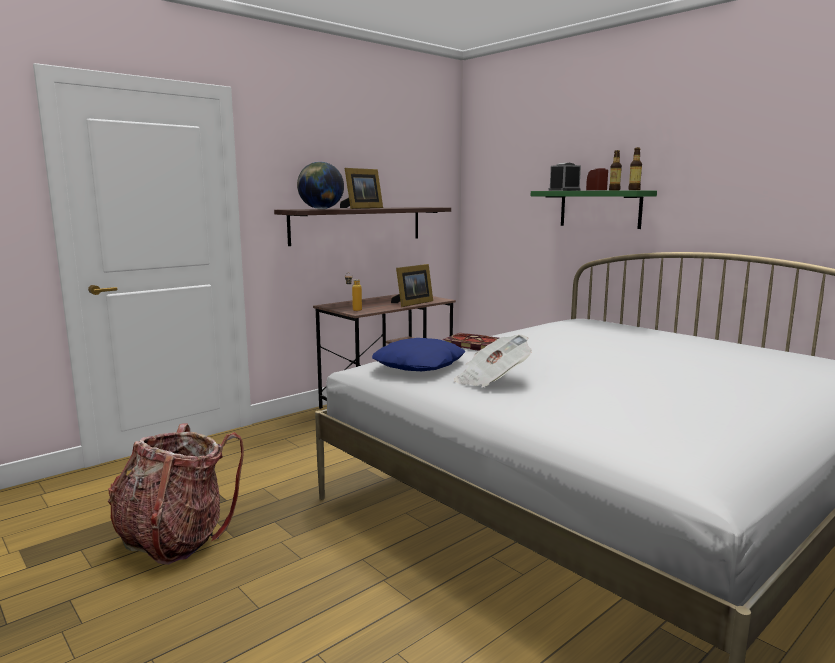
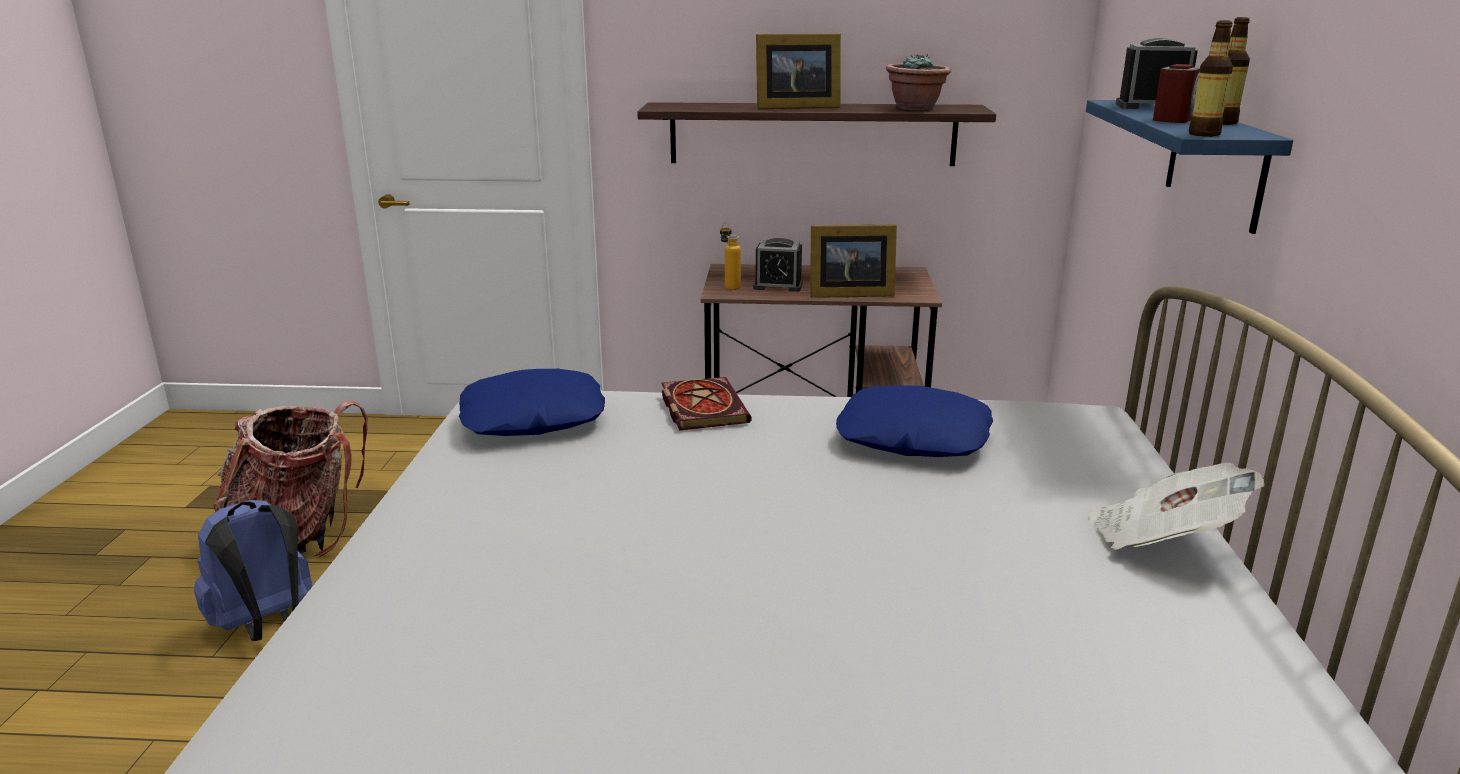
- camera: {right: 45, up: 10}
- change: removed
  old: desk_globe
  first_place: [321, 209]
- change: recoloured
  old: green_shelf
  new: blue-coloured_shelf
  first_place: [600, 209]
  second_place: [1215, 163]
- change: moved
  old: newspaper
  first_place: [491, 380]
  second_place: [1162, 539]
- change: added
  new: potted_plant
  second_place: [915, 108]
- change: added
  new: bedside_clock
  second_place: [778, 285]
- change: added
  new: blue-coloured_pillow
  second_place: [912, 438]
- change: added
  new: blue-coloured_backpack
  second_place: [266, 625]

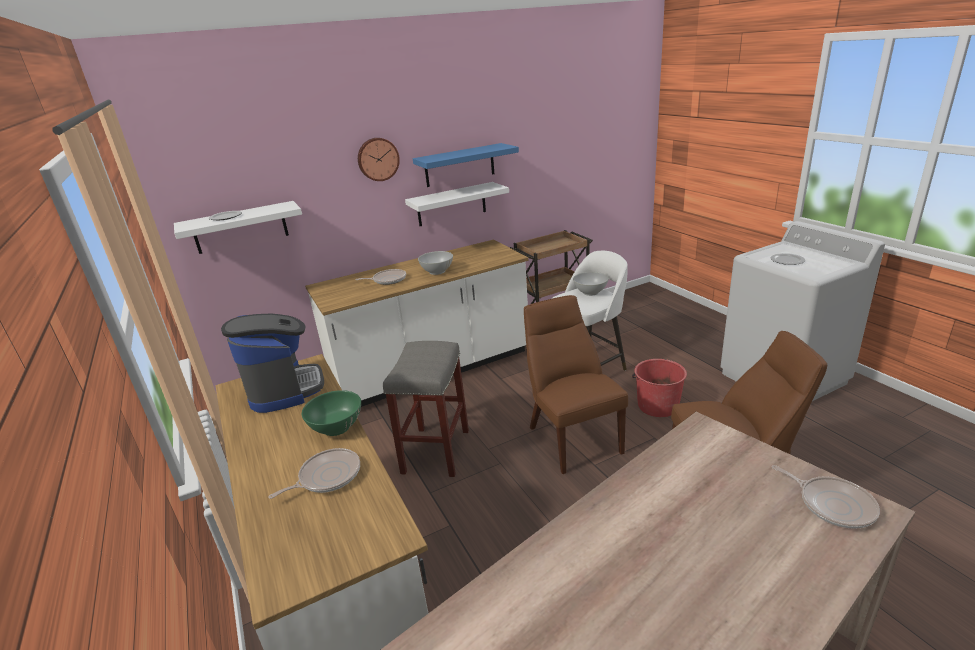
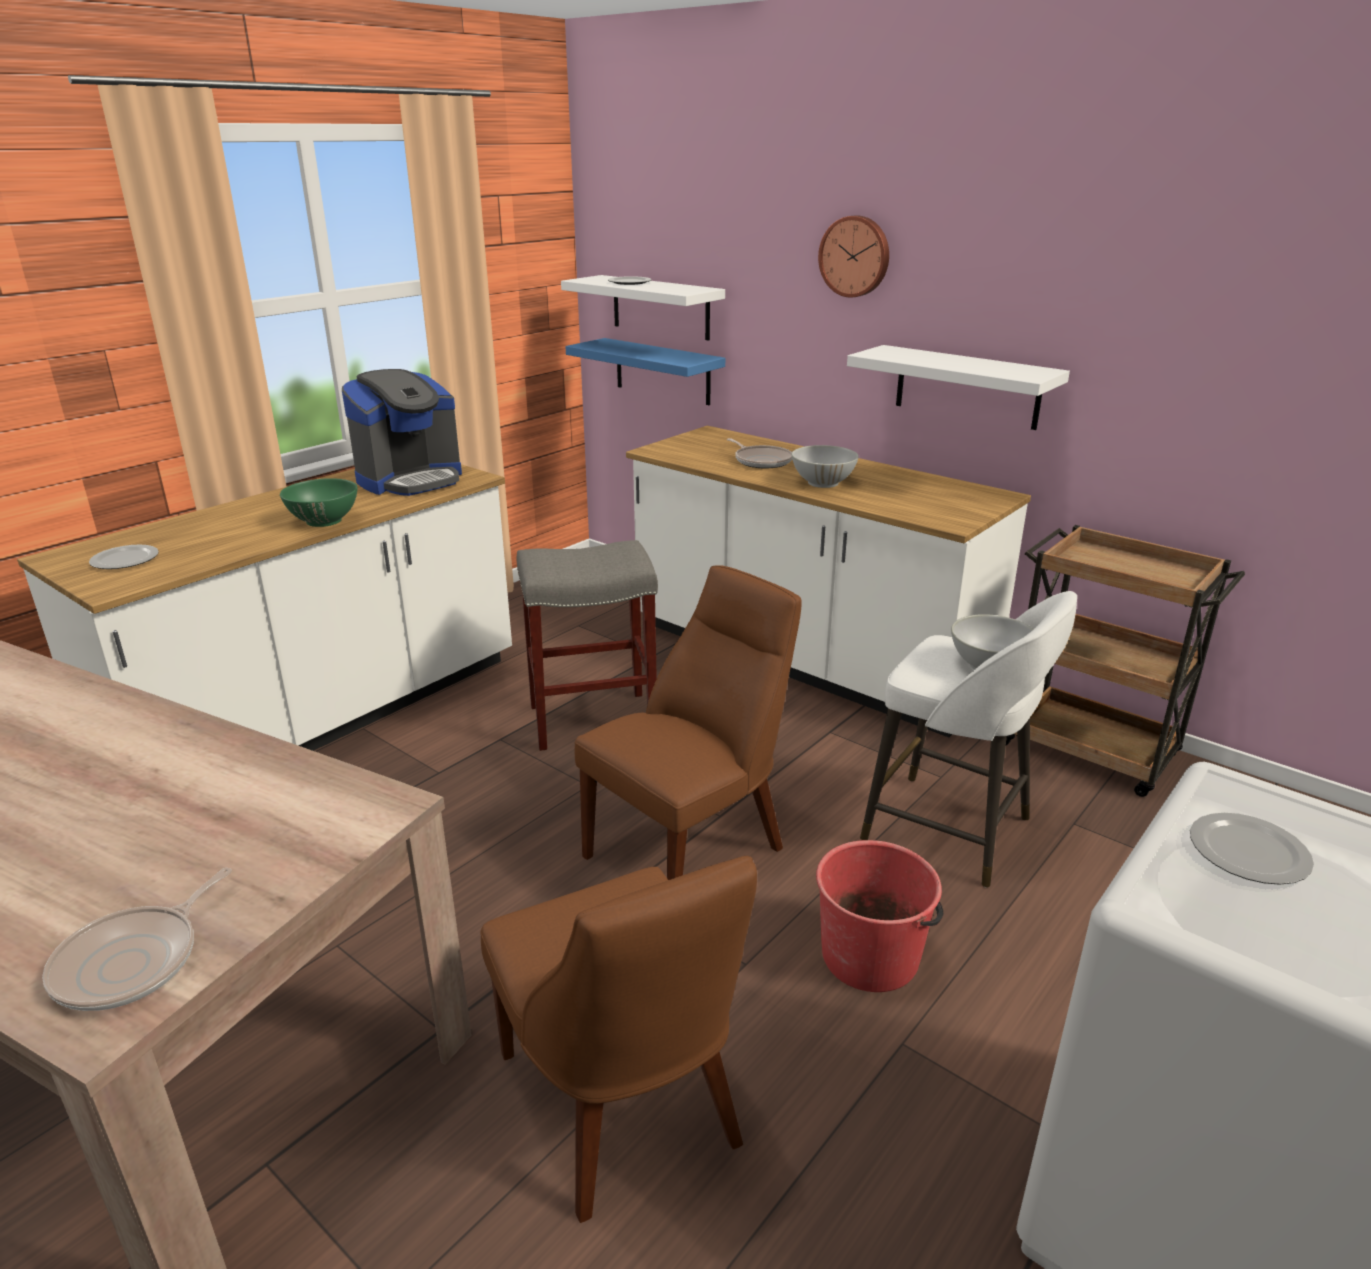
- camera: {right: 65, up: 0}
- change: moved
  old: blue-coloured_shelf
  first_place: [459, 165]
  second_place: [662, 371]
- change: removed
  old: frying_pan
  first_place: [327, 476]
- change: added
  new: plate
  second_place: [126, 559]

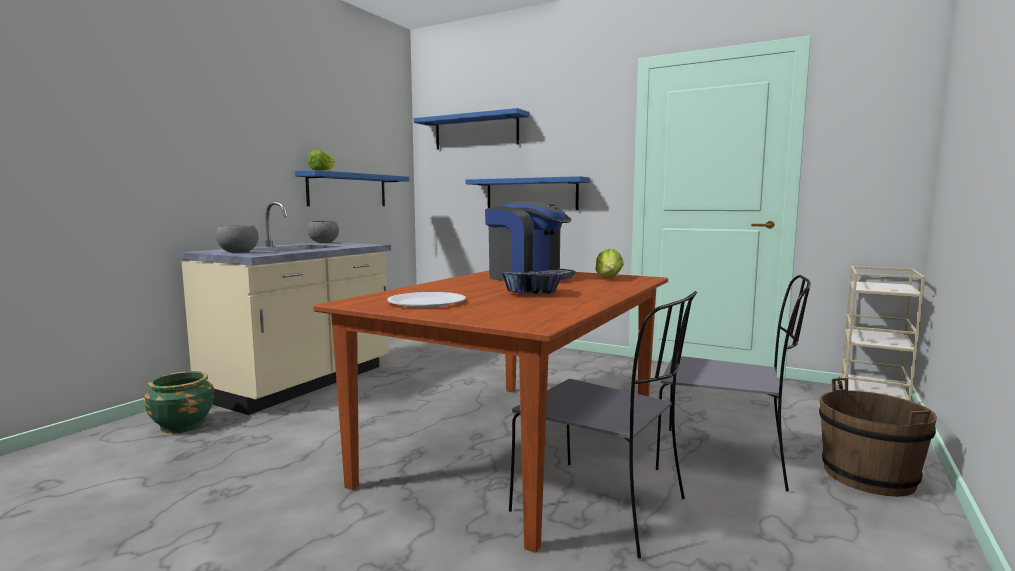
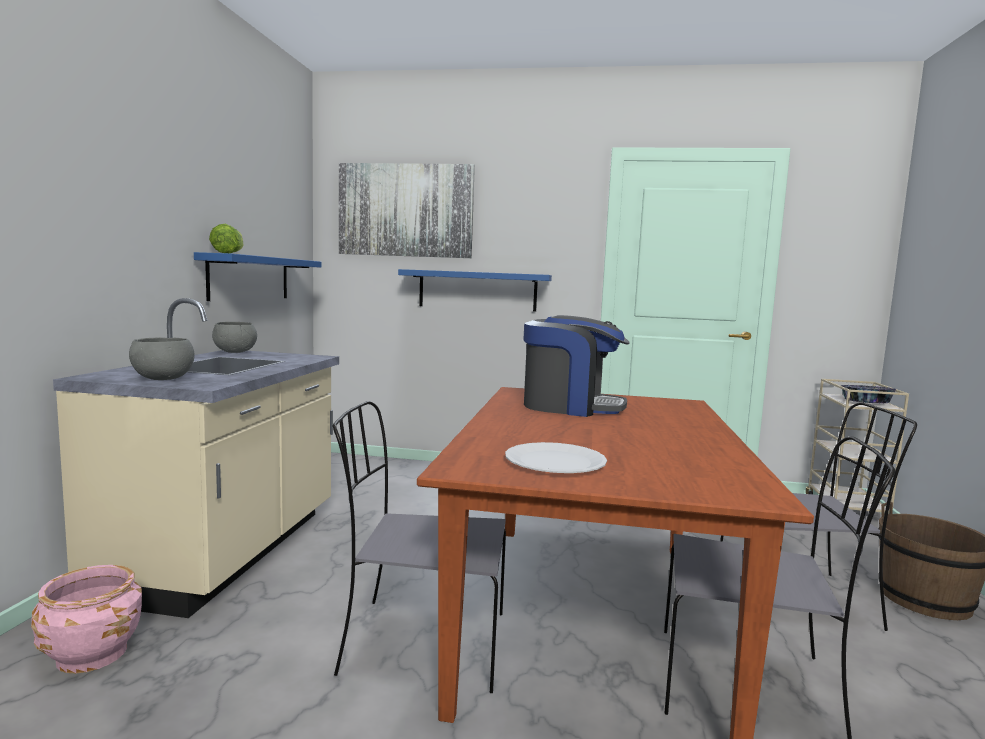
- camera: {right: -20, up: 0}
- change: replaced
  old: blue-coloured_shelf
  new: wall_picture
  first_place: [476, 132]
  second_place: [405, 210]
- change: removed
  old: lettuce_head
  first_place: [609, 278]
- change: moved
  old: bowl
  first_place: [532, 293]
  second_place: [865, 402]
- change: recoloured
  old: green_flower_pot
  new: pink-coloured_flower_pot
  first_place: [182, 425]
  second_place: [92, 654]
- change: added
  new: grey_chair
  second_place: [420, 643]

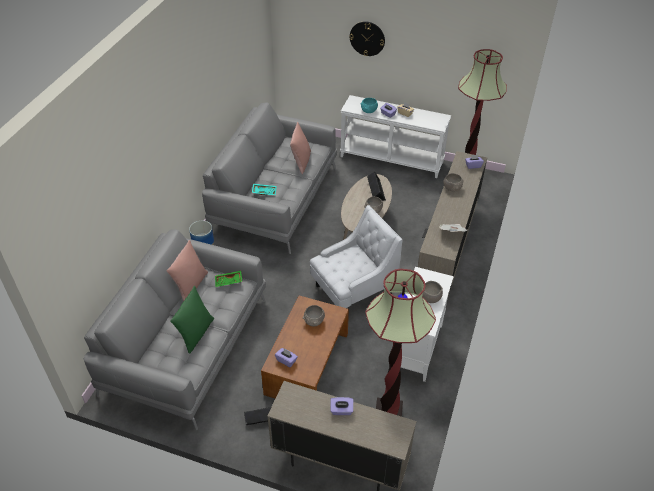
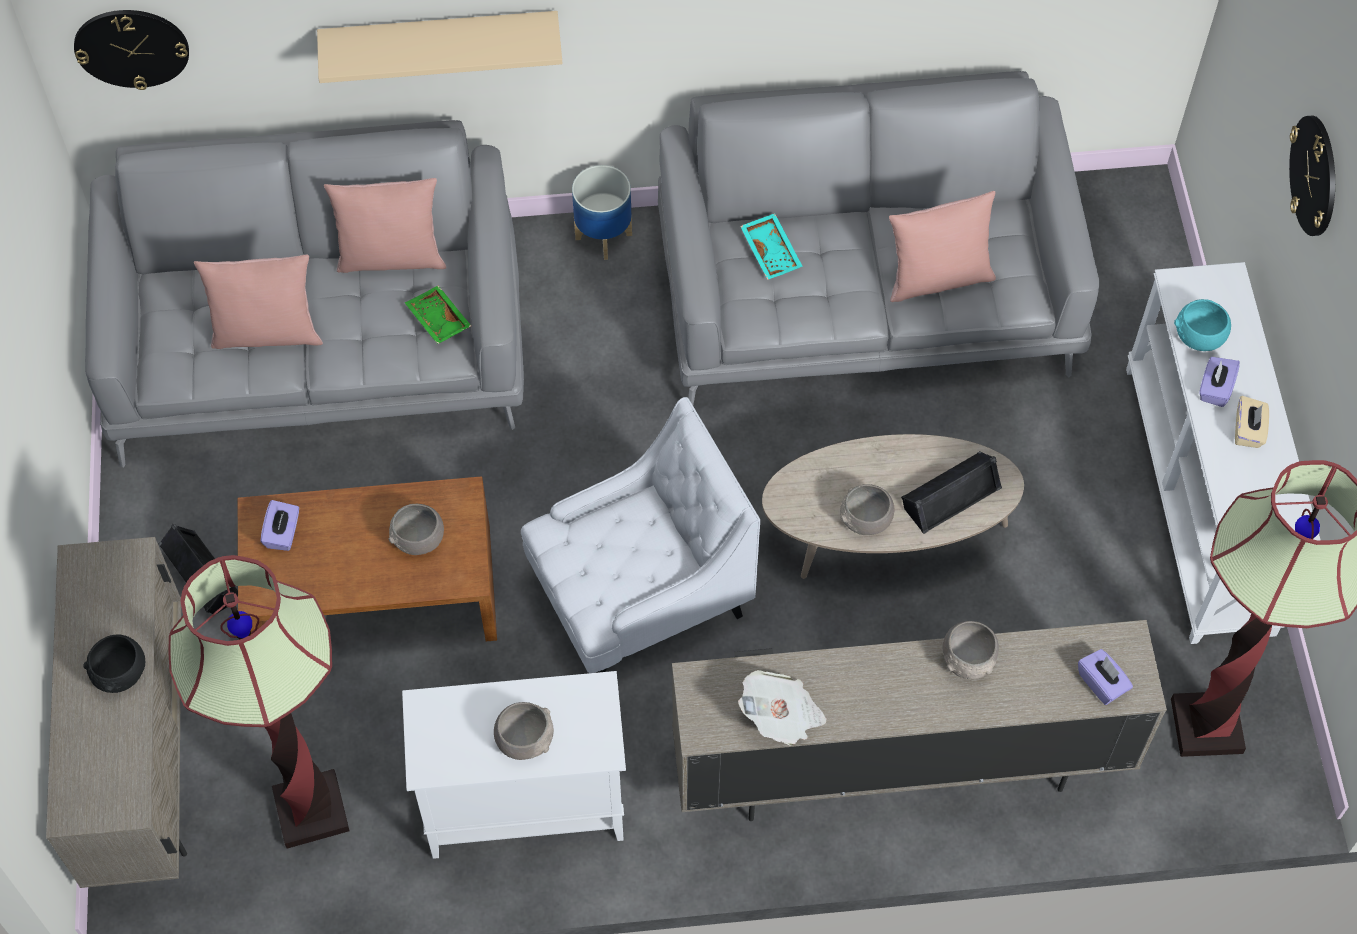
- camera: {right: 65, up: 15}
- change: turned
  old: white-coloured_easy_chair
  first_place: [353, 290]
  second_place: [639, 597]
  degrees: -60
- change: recoloured
  old: green_pillow
  new: pink-coloured_pillow
  first_place: [195, 334]
  second_place: [267, 333]
- change: replaced
  old: purple_tissue_holder
  new: blackish_bowl
  first_place: [341, 410]
  second_place: [120, 674]
- change: added
  new: clock_on_the_wall
  second_place: [131, 47]
- change: added
  new: beige-coloured_shelf
  second_place: [440, 39]

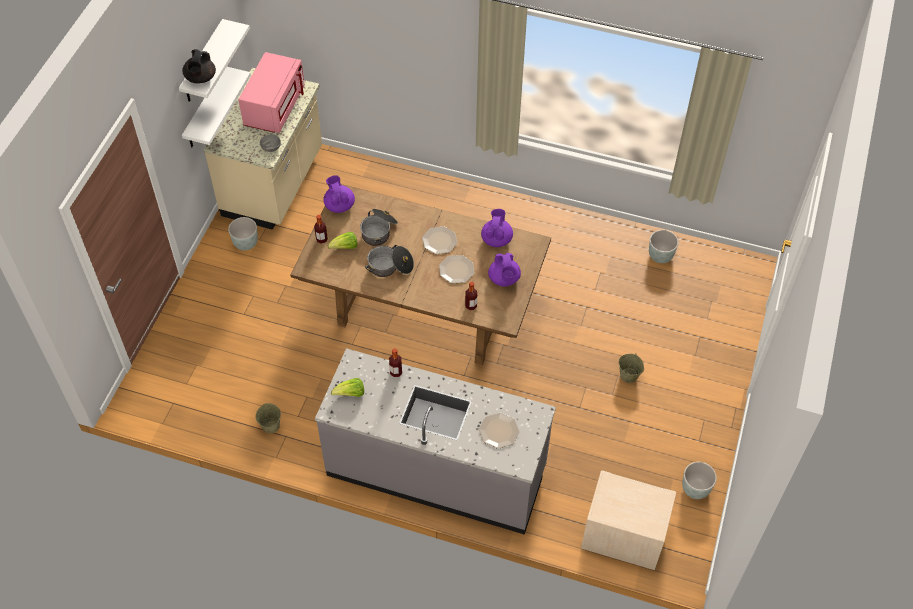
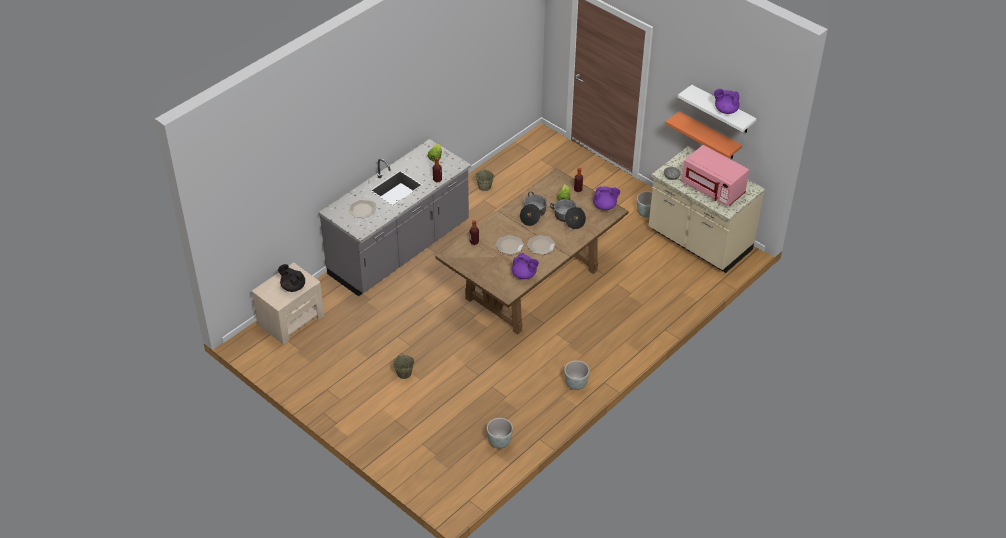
- camera: {right: 115, up: -10}
- change: moved
  old: blackish_teapot
  first_place: [200, 78]
  second_place: [293, 286]
- change: recoloured
  old: white-coloured_shelf
  new: orangey_shelf
  first_place: [205, 109]
  second_place: [709, 136]
- change: moved
  old: purple_teapot
  first_place: [504, 279]
  second_place: [725, 110]
- change: moved
  old: grey_flower_pot
  first_place: [695, 489]
  second_place: [575, 384]

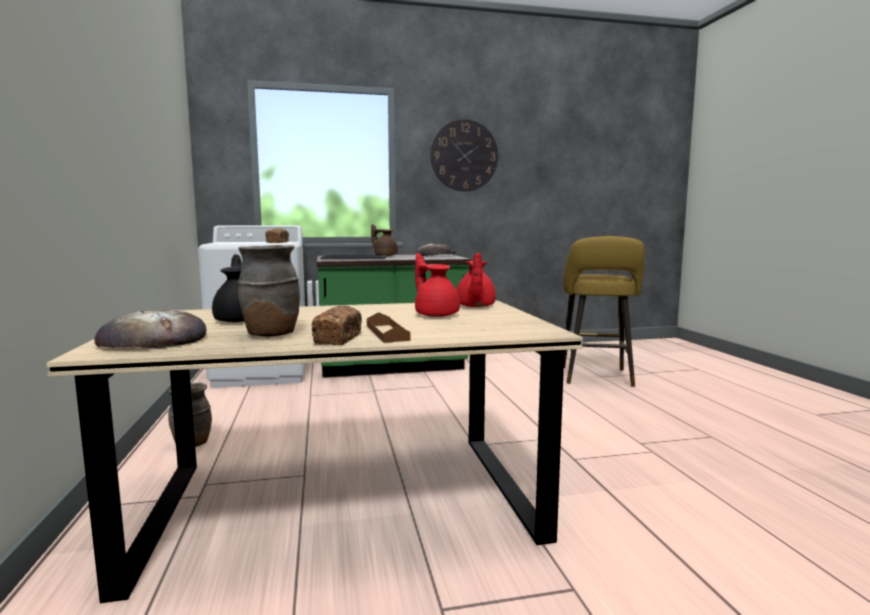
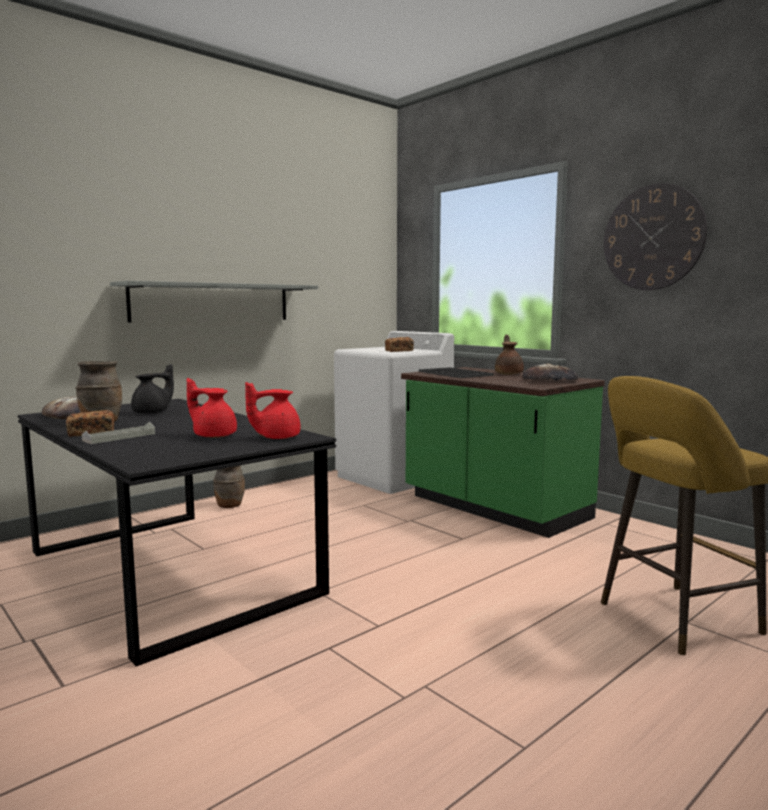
- camera: {right: 60, up: 0}
- change: turned
  old: red-coloured_teapot
  first_place: [436, 315]
  second_place: [213, 435]
  degrees: -90
- change: recoloured
  old: beige-coloured_dinner_table
  new: blackish_dinner_table
  first_place: [343, 499]
  second_place: [171, 571]
- change: recoloured
  old: brown_carrying_tray
  new: grey_carrying_tray
  first_place: [387, 333]
  second_place: [119, 437]
- change: added
  new: grey_shelf
  second_place: [212, 302]

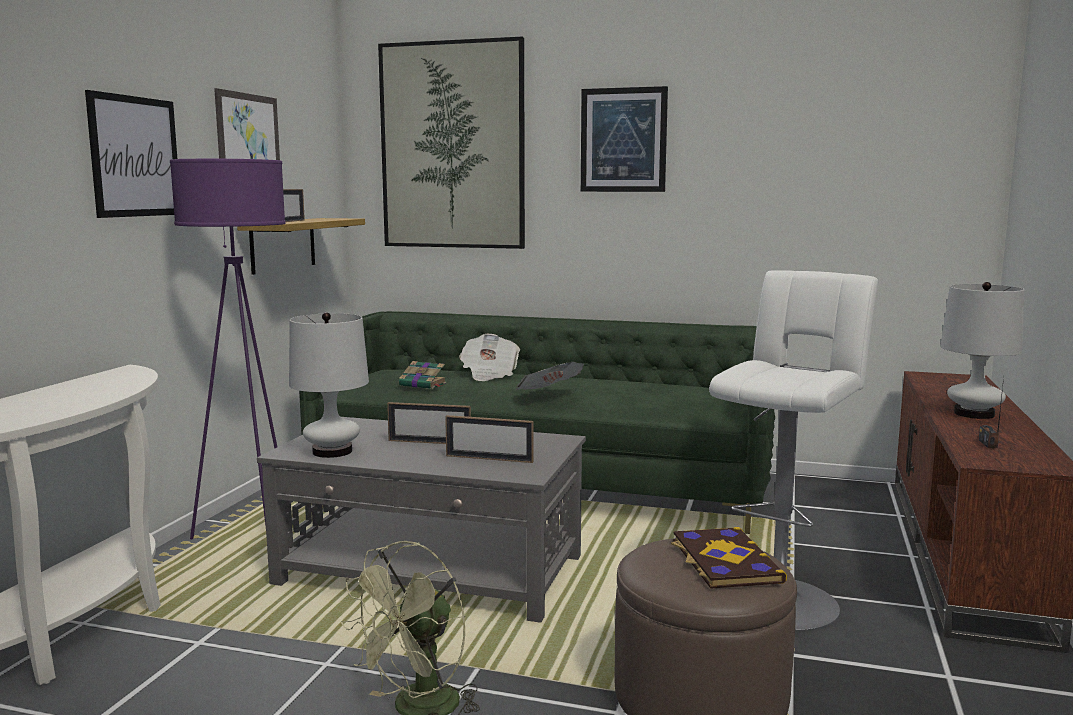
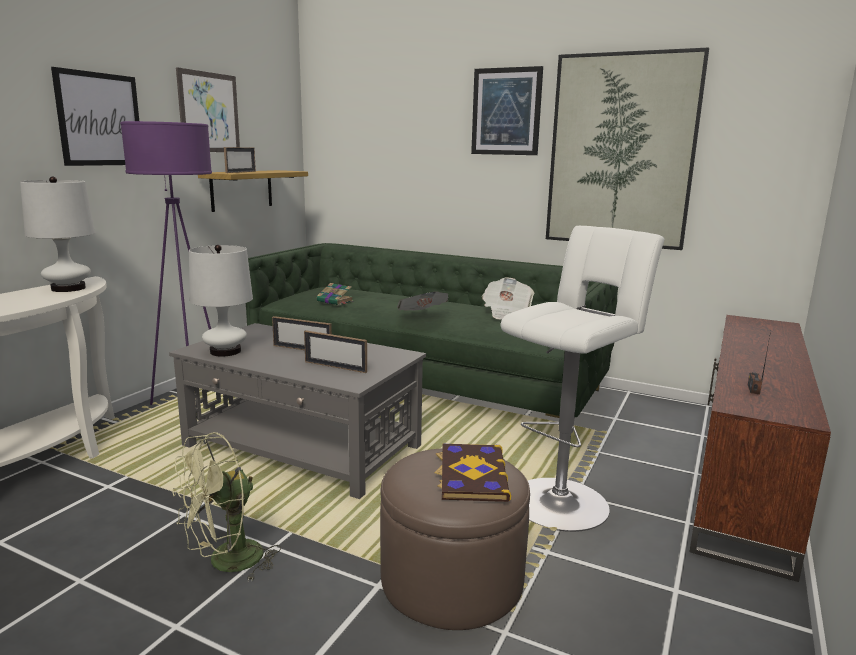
- camera: {right: 10, up: 5}
- change: moved
  old: wall_picture
  first_place: [452, 146]
  second_place: [621, 151]
- change: moved
  old: white-coloured_lamp_for_a_table
  first_place: [974, 414]
  second_place: [68, 288]
- change: moved
  old: newspaper
  first_place: [489, 374]
  second_place: [506, 313]

